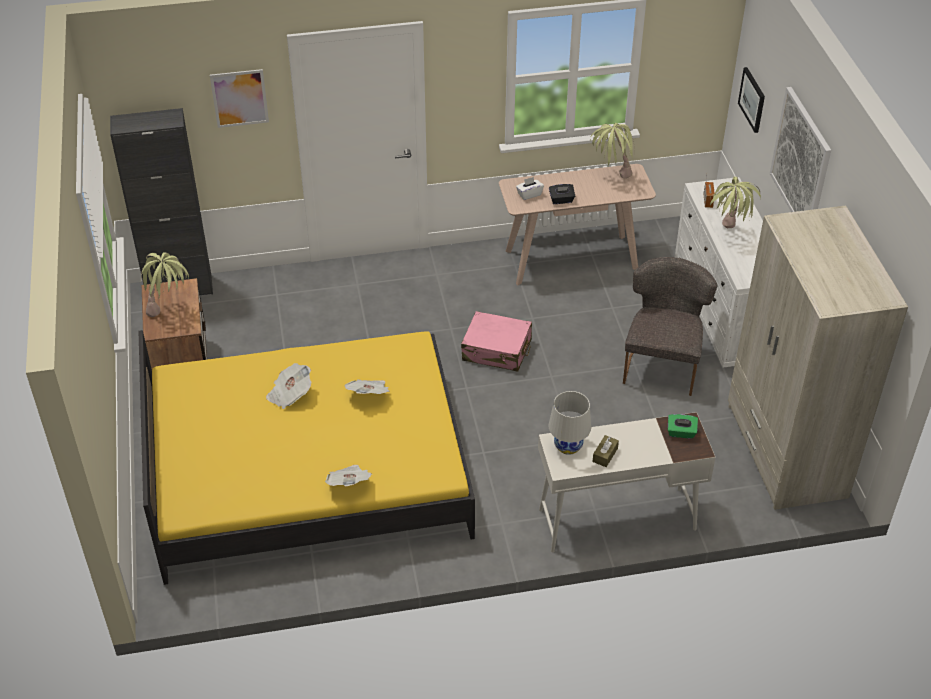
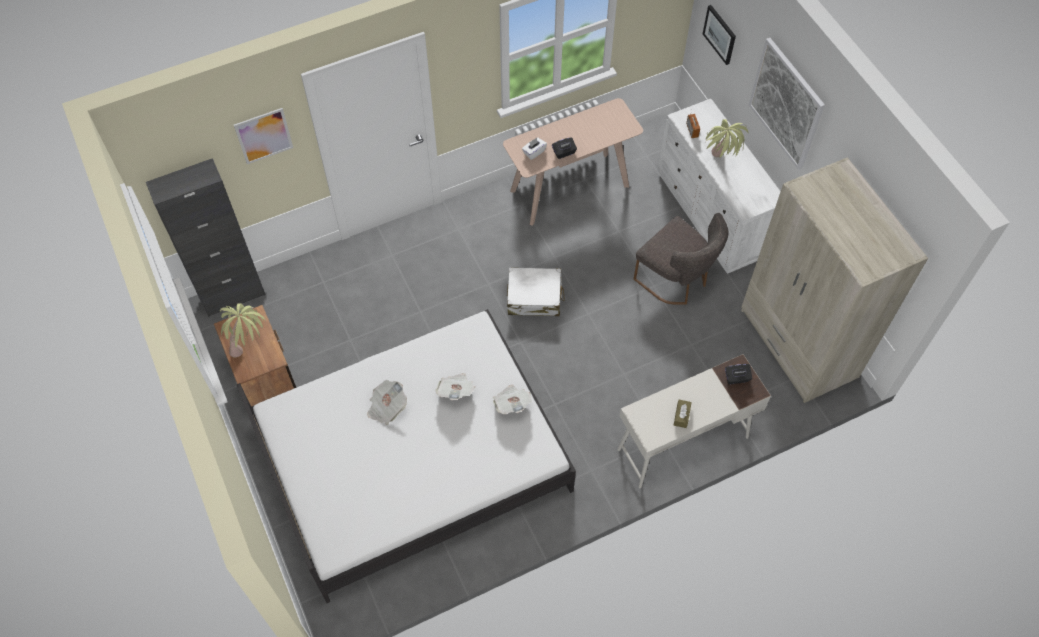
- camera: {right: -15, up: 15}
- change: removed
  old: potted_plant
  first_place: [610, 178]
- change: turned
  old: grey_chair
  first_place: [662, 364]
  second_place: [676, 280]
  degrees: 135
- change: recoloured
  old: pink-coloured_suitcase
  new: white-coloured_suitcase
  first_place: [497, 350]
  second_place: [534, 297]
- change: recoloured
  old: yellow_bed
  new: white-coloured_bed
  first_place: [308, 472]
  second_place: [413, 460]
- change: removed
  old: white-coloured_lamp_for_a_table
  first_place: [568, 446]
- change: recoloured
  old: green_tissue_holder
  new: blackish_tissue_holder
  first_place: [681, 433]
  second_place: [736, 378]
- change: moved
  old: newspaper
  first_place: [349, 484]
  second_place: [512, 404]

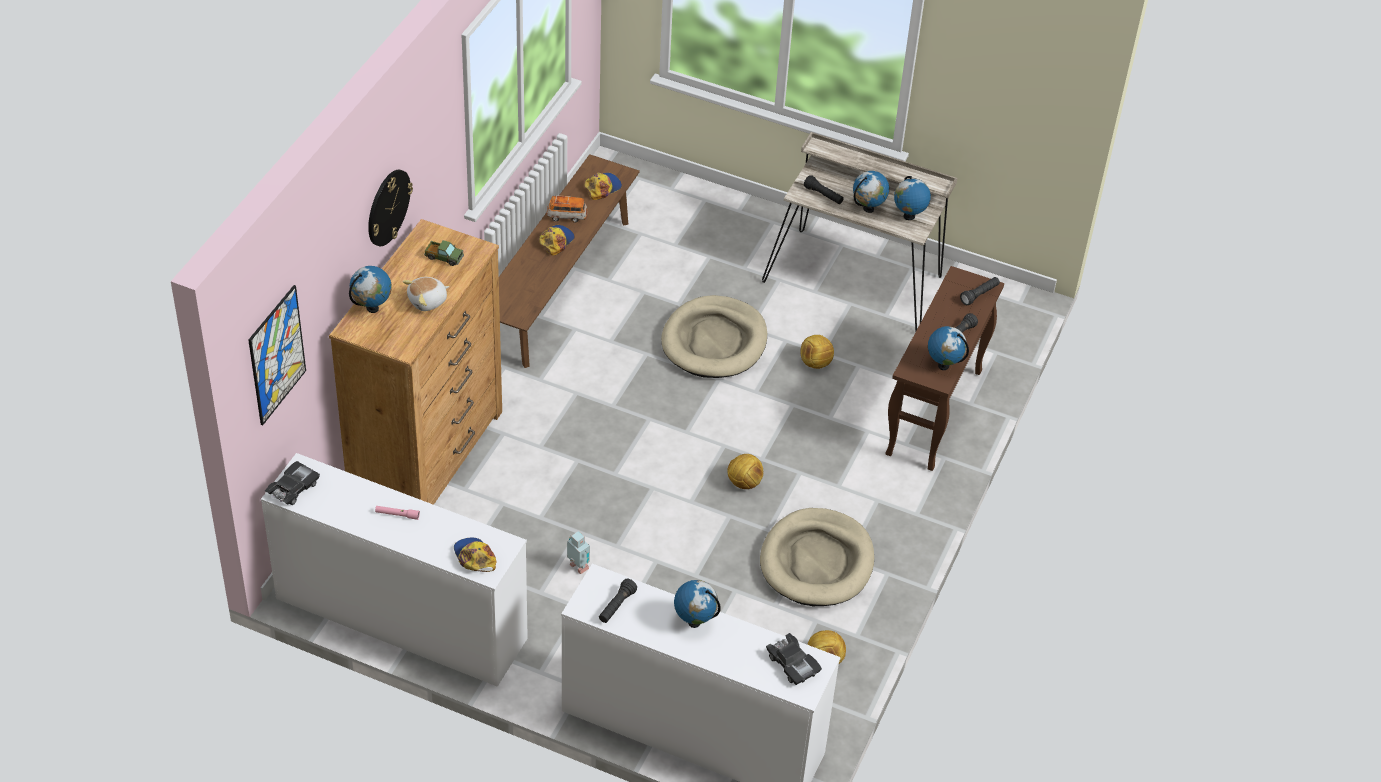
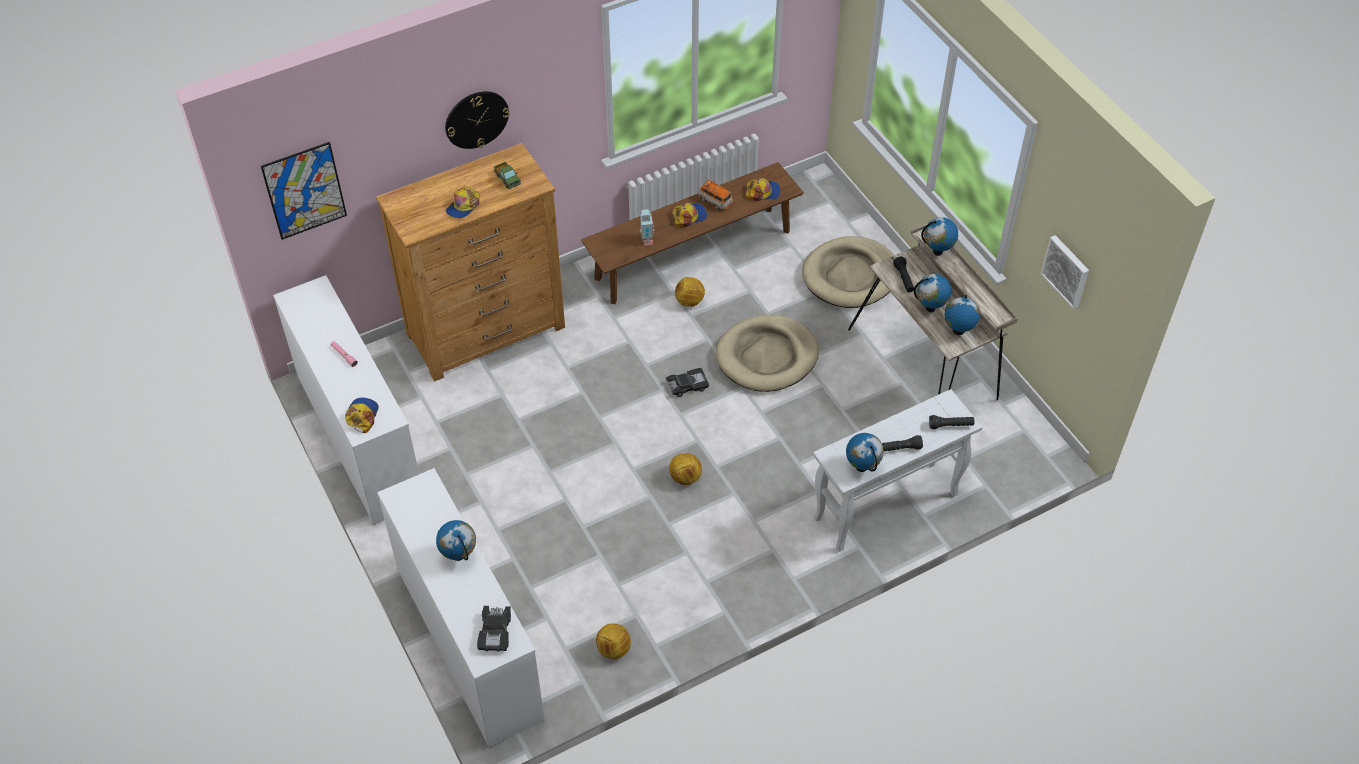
- camera: {right: 40, up: 5}
- change: moved
  old: desk_globe
  first_place: [372, 308]
  second_place: [937, 251]
- change: recoloured
  old: brown_narrow_table
  new: white-coloured_narrow_table
  first_place: [934, 414]
  second_place: [885, 507]
- change: replaced
  old: plush_toy
  new: baseball_cap
  first_place: [428, 301]
  second_place: [464, 206]
- change: moved
  old: football
  first_place: [815, 363]
  second_place: [689, 301]
- change: moved
  old: blackish_miniature_car
  first_place: [293, 488]
  second_place: [687, 385]
- change: moved
  old: beige-coloured_dog_bed
  first_place: [817, 561]
  second_place: [850, 275]
- change: moved
  old: robot_figure
  first_place: [578, 568]
  second_place: [646, 241]
- change: removed
  old: blackish_flashlight
  first_place: [616, 606]
- change: added
  new: wall_picture
  second_place: [1066, 270]

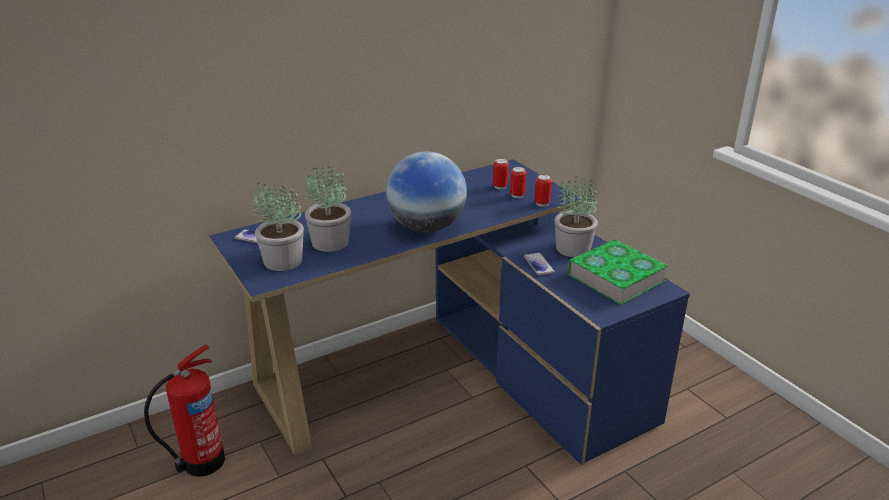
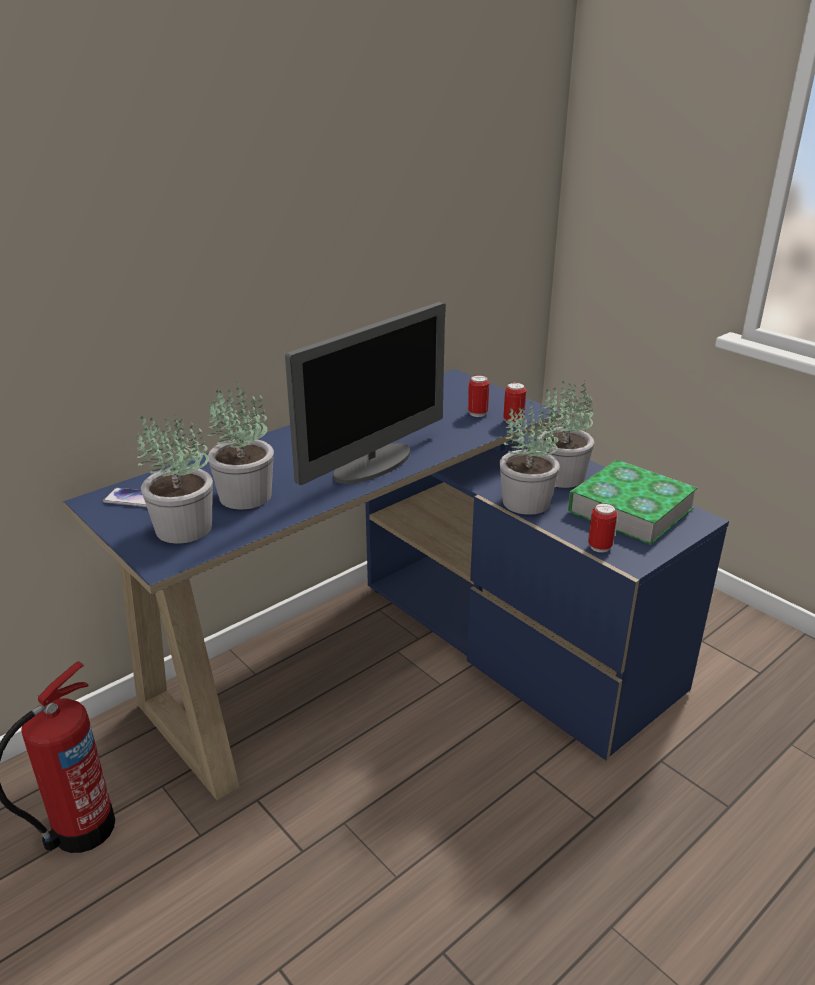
- camera: {right: -10, up: 0}
- change: replaced
  old: desk_globe
  new: computer_display
  first_place: [426, 227]
  second_place: [373, 464]
- change: moved
  old: can
  first_place: [500, 187]
  second_place: [599, 547]
- change: replaced
  old: telephone
  new: potted_plant
  first_place: [539, 264]
  second_place: [526, 501]

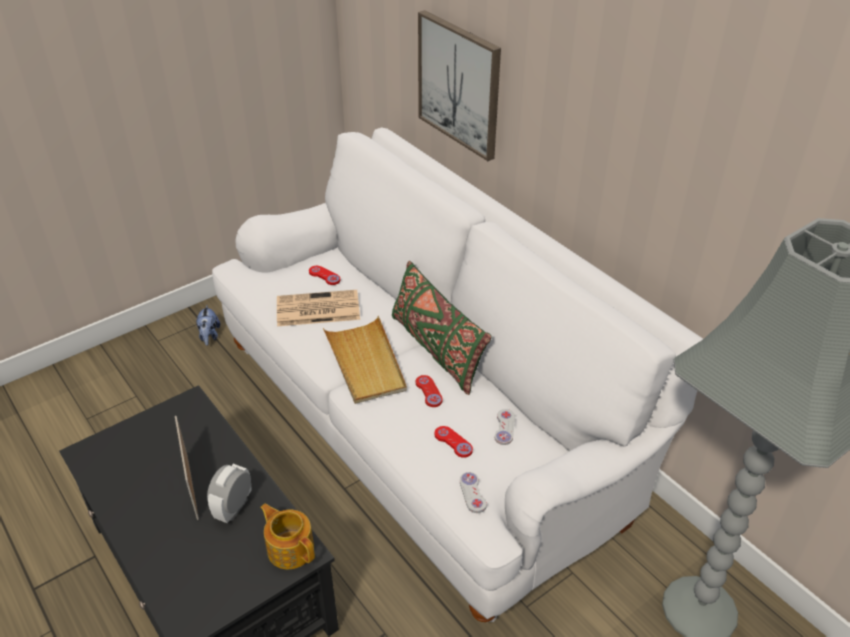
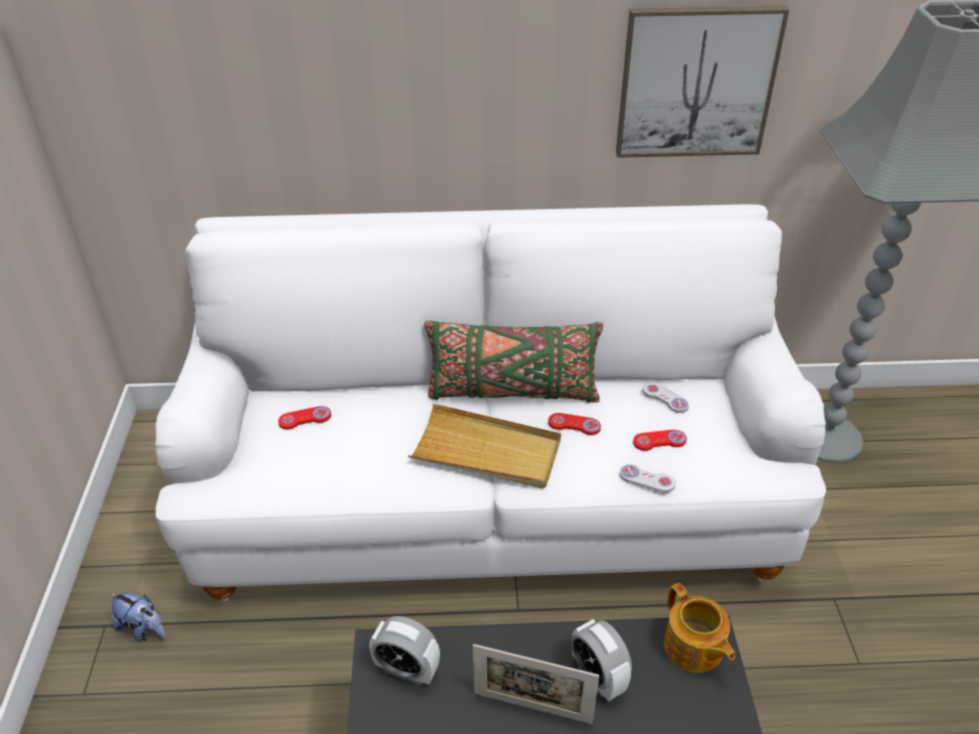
- camera: {right: -55, up: 0}
- change: moved
  old: wall_picture
  first_place: [459, 84]
  second_place: [696, 82]
- change: removed
  old: newspaper
  first_place: [316, 309]
- change: moved
  old: white-coloured_game_controller
  first_place: [472, 493]
  second_place: [647, 479]
- change: turned
  old: teapot
  first_place: [290, 548]
  second_place: [693, 648]
  degrees: -105
- change: added
  new: bedside_clock
  second_place: [407, 670]

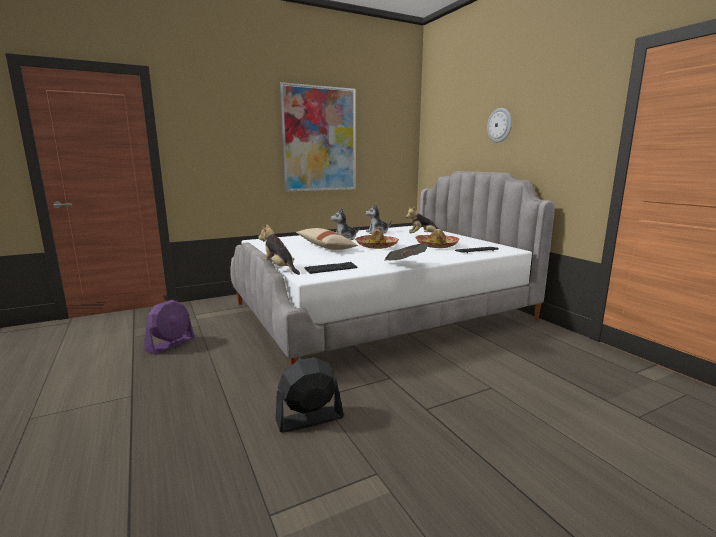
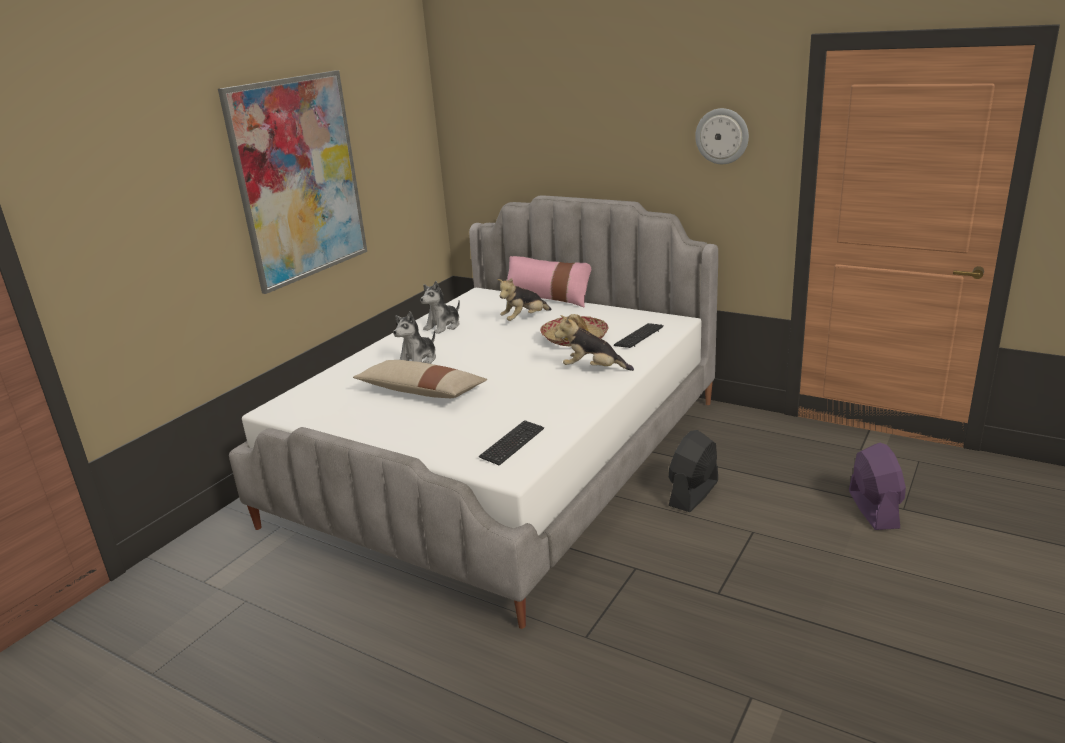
- camera: {right: -30, up: 10}
- change: moved
  old: clock_on_the_wall
  first_place: [499, 125]
  second_place: [722, 136]
- change: moved
  old: plush_toy
  first_place: [280, 269]
  second_place: [593, 369]
- change: removed
  old: clothing_hat
  first_place: [377, 246]
- change: removed
  old: newspaper
  first_place: [405, 264]
- change: moved
  old: purple_cooling_fan
  first_place: [170, 344]
  second_place: [873, 509]
- change: moved
  old: blackish_cooling_fan
  first_place: [309, 419]
  second_place: [693, 493]
- change: added
  new: pink-coloured_pillow
  second_place: [547, 298]

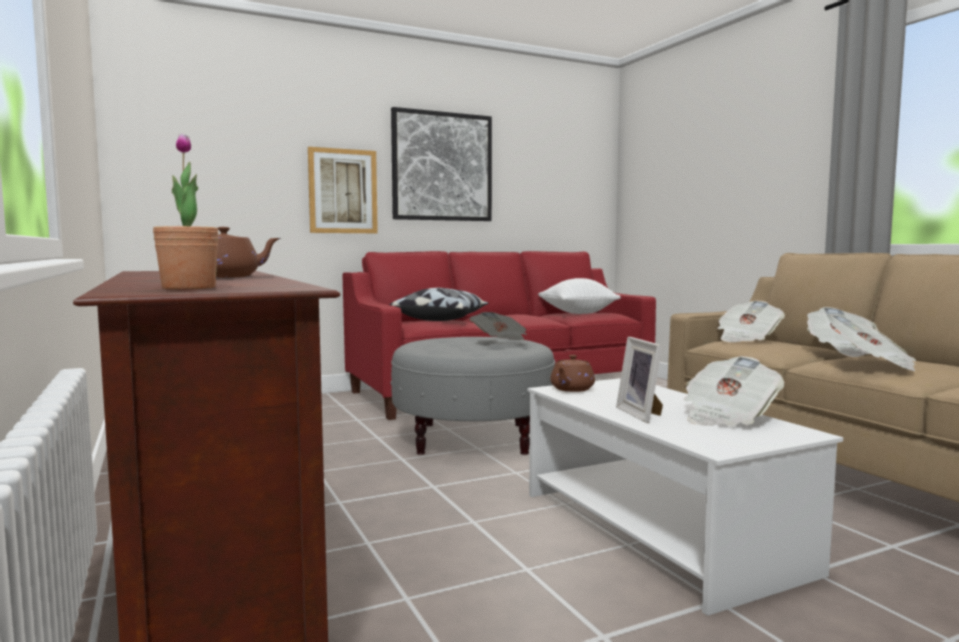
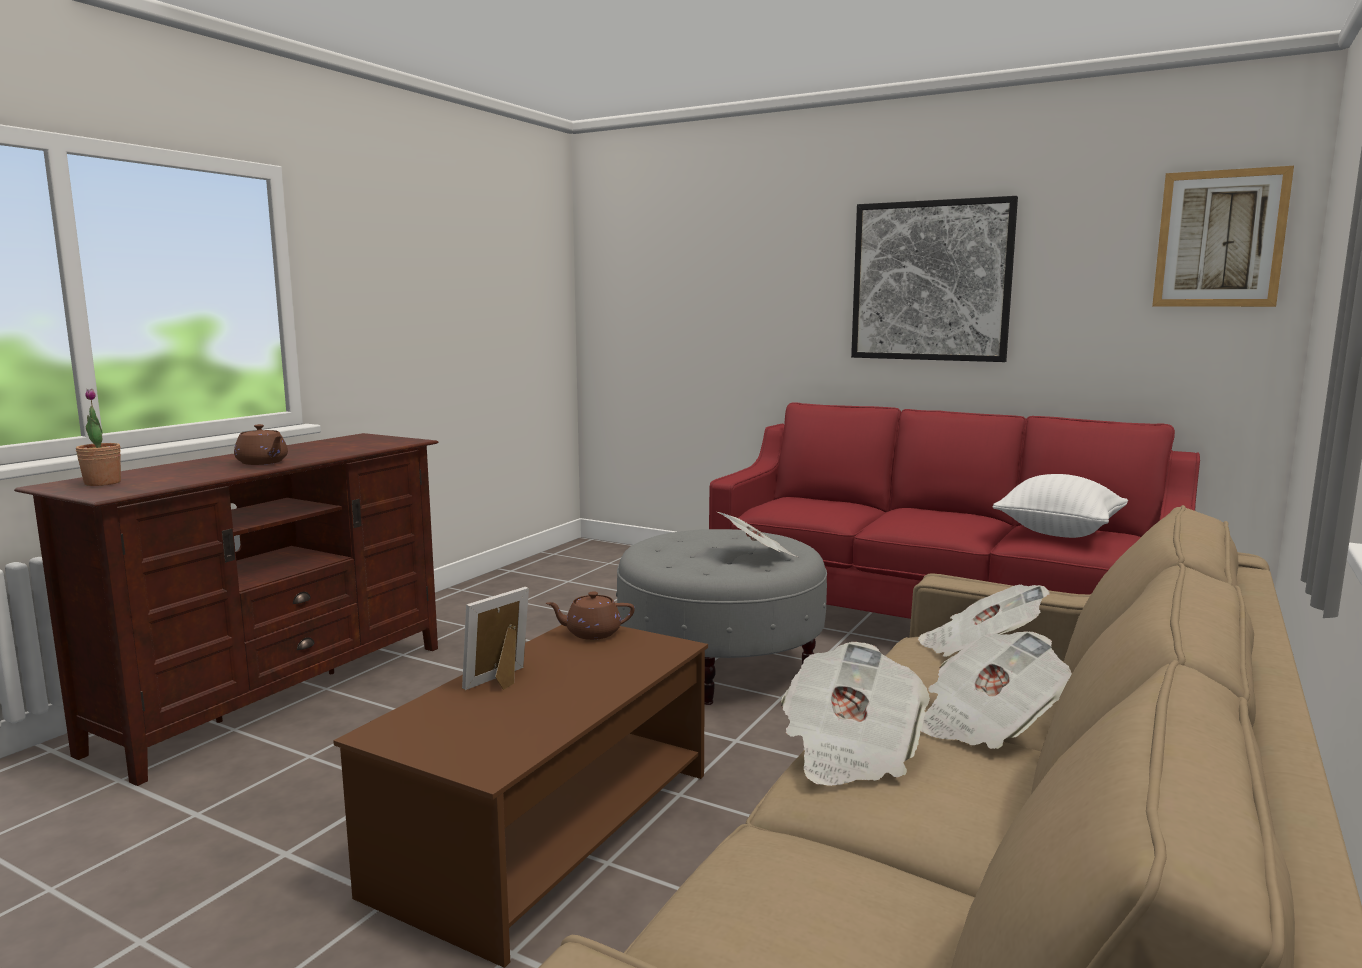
- camera: {right: 55, up: 5}
- change: moved
  old: wall_picture
  first_place: [343, 191]
  second_place: [1220, 239]
- change: removed
  old: pillow
  first_place: [440, 319]
- change: removed
  old: newspaper
  first_place: [727, 417]
- change: recoloured
  old: white-coloured_coffee_table
  new: brown_coffee_table
  first_place: [659, 531]
  second_place: [547, 831]

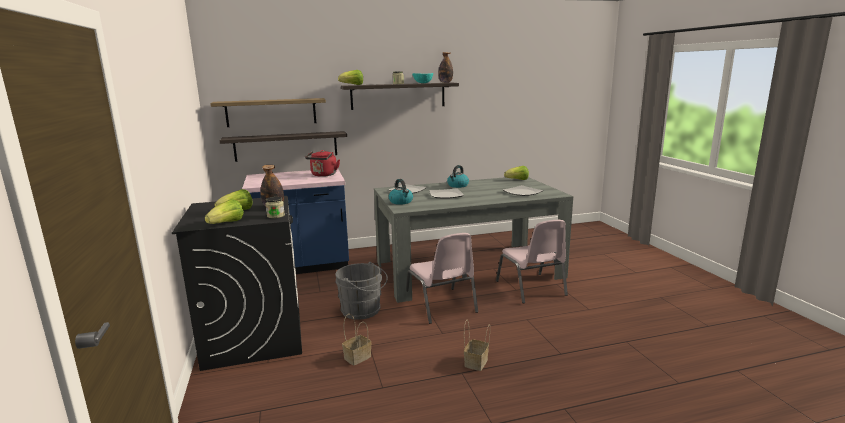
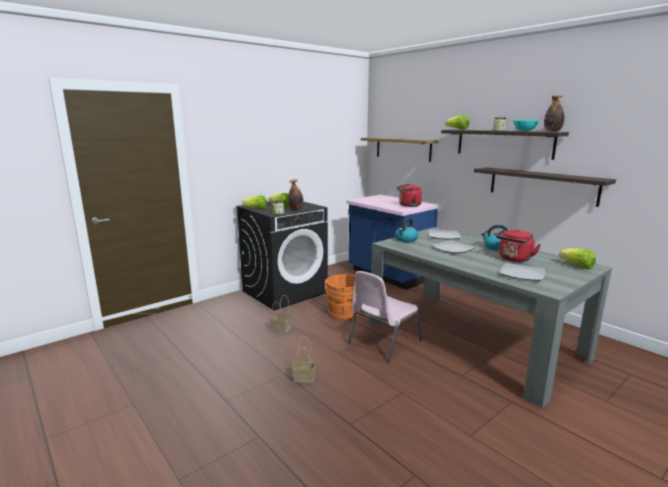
- camera: {right: 65, up: 0}
- change: moved
  old: shelf
  first_place: [286, 146]
  second_place: [541, 185]
- change: removed
  old: pink-coloured_chair
  first_place: [531, 288]
- change: recoloured
  old: grey_bucket
  new: orangey_bucket
  first_place: [363, 311]
  second_place: [344, 313]
- change: added
  new: red-coloured_tea_kettle
  second_place: [514, 259]

